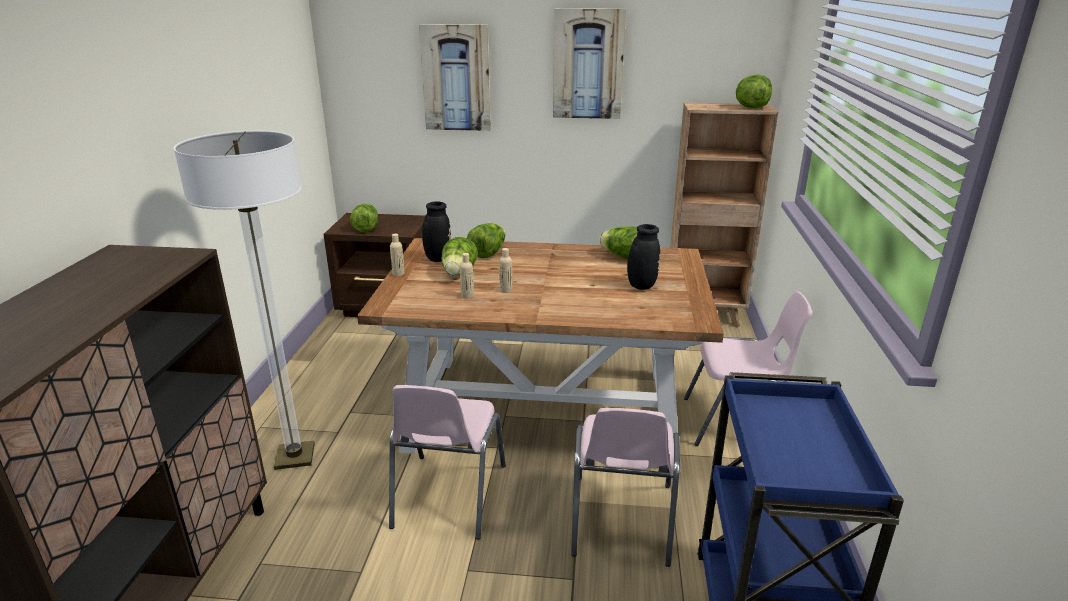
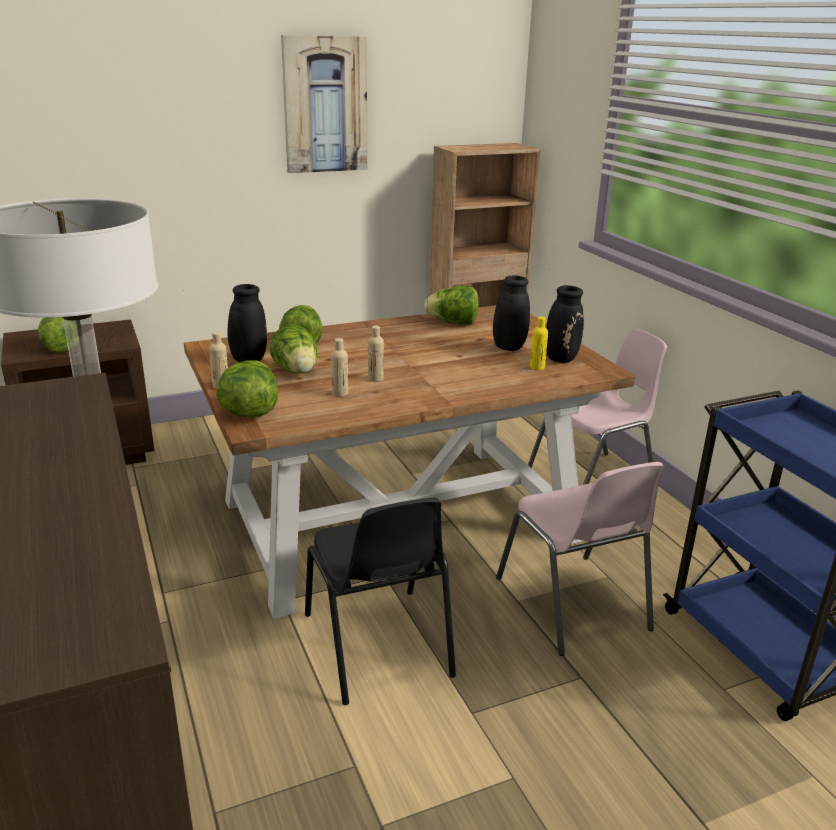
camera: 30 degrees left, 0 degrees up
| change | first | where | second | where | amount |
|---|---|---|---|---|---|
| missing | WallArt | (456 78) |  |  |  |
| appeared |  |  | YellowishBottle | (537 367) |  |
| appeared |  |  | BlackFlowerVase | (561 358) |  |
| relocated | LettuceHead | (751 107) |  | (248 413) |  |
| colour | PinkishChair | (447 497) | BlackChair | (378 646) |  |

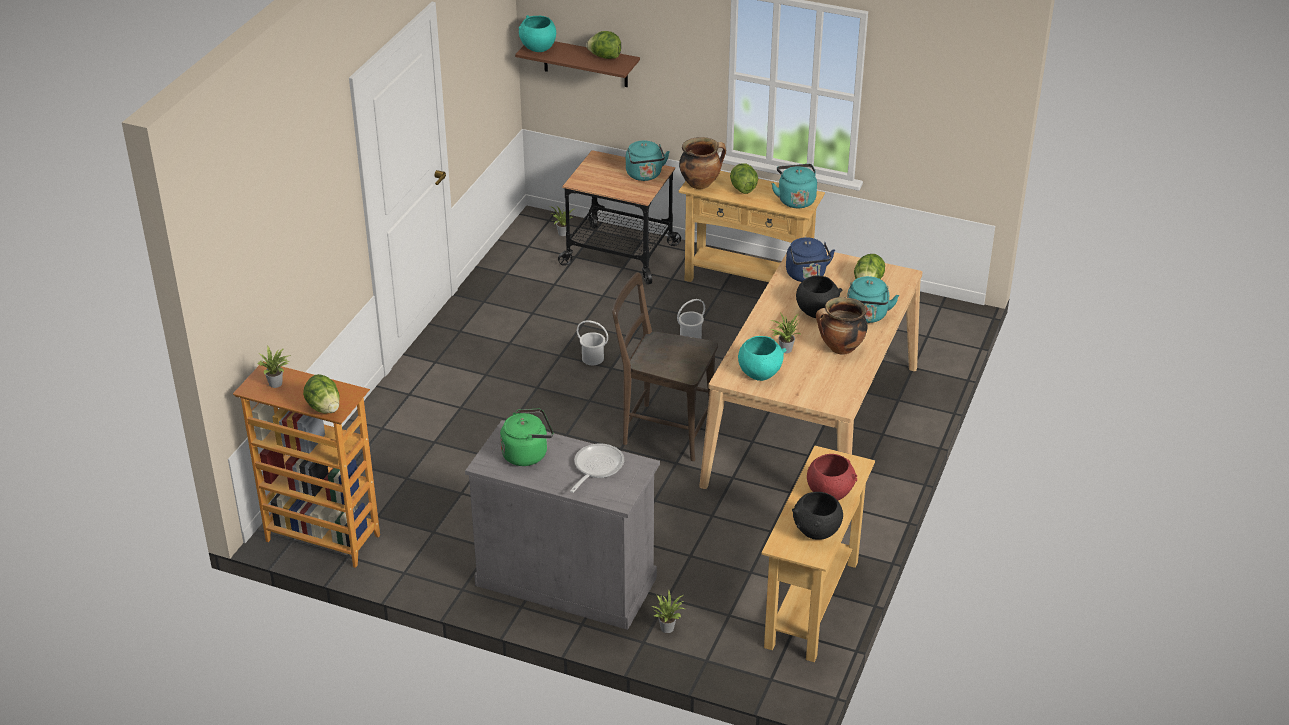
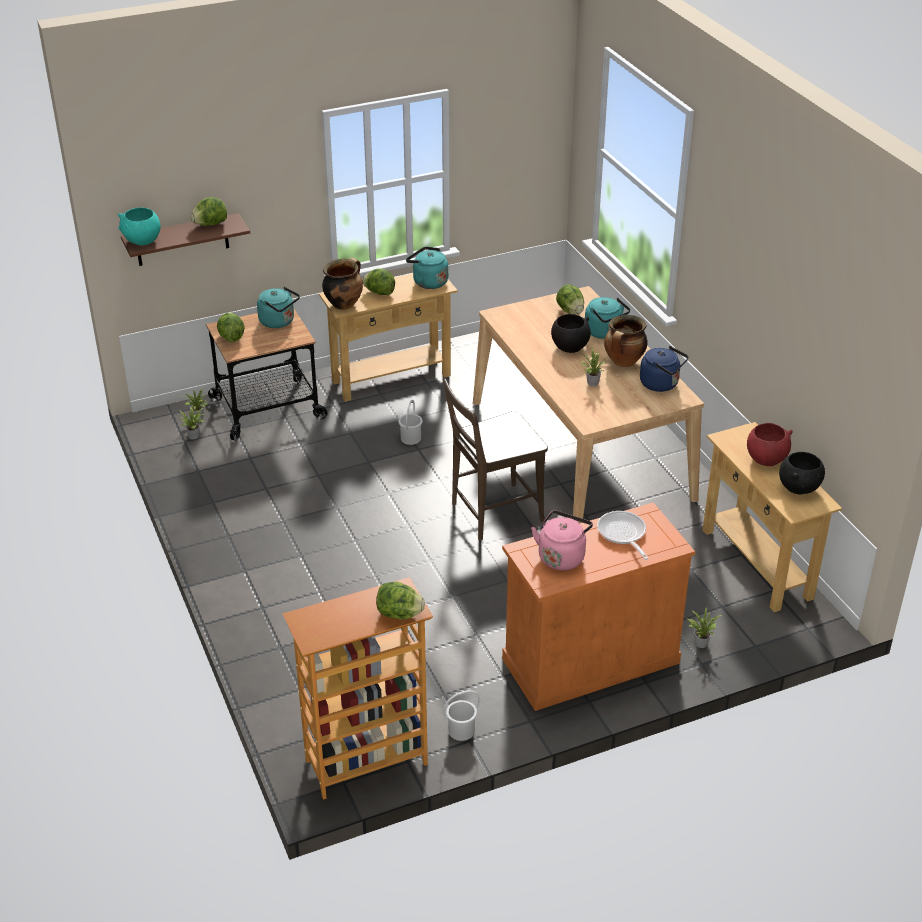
camera: 45 degrees left, 0 degrees up
| change | first | where | second | where | amount |
|---|---|---|---|---|---|
| missing | TurquoiseColouredServingBowl | (759 373) |  |  |  |
| appeared |  |  | LettuceHead | (231 337) |  |
| relocated | Houseplant | (277 384) |  | (195 436) |  |
| relocated | WhitishPail | (592 358) |  | (461 730) |  |
| relocated | BluishKettle | (807 276) |  | (661 384) |  |
| colour | GrayCupboard | (566 581) | OrangeyCupboard | (590 660) |  |
| colour | GreenishKettle | (527 453) | PinkishKettle | (562 556) |  |

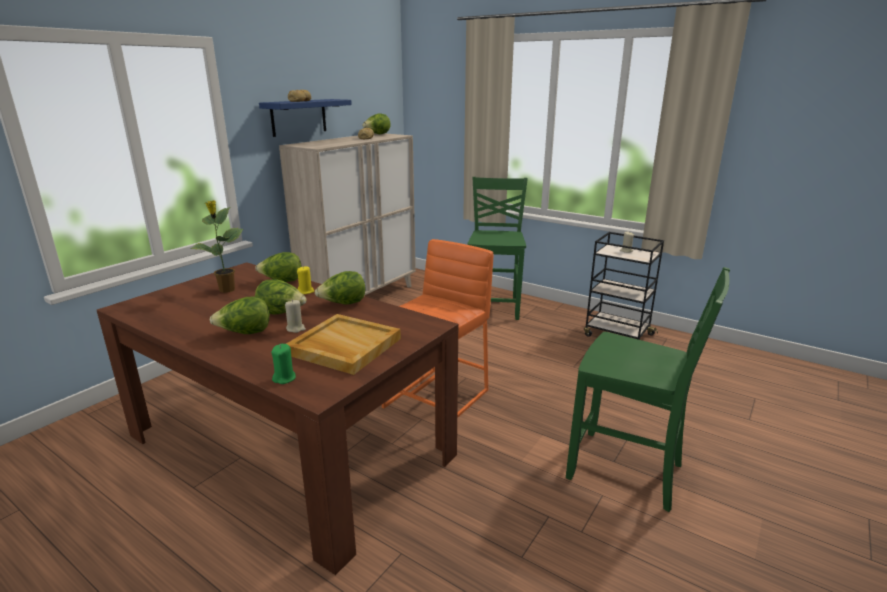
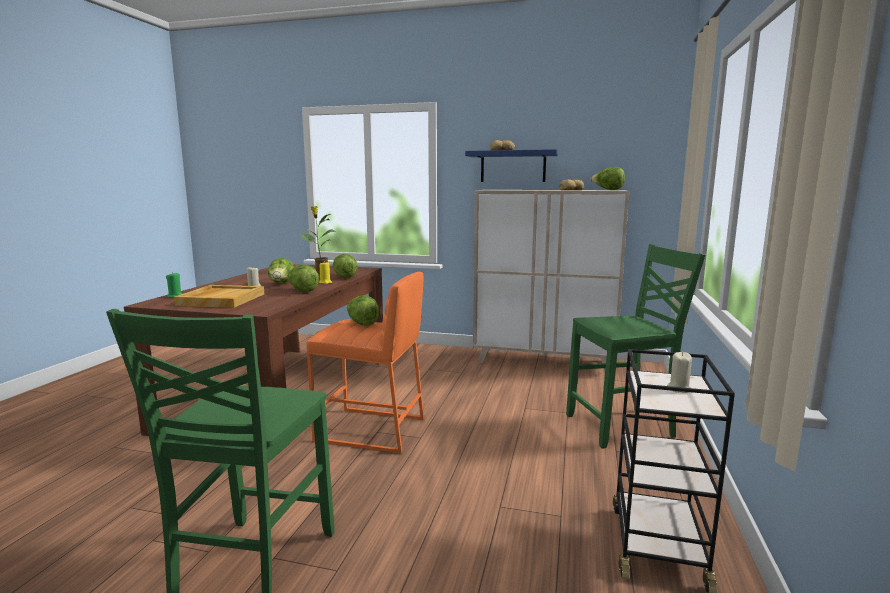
camera: 70 degrees right, 10 degrees down
| change | first | where | second | where | amount |
|---|---|---|---|---|---|
| relocated | LettuceHead | (245 333) |  | (362 324) |  |

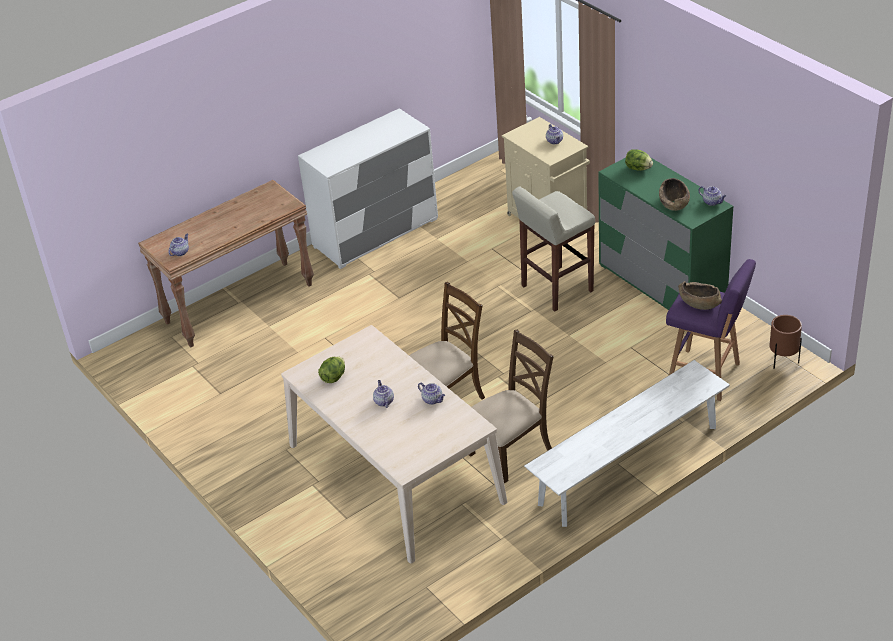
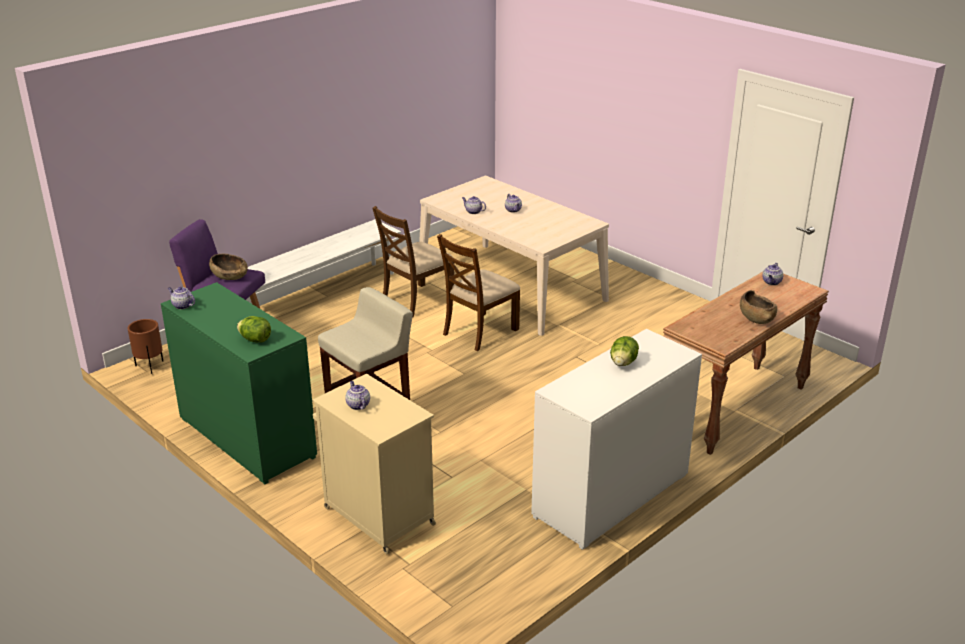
camera: 170 degrees right, 10 degrees down
| change | first | where | second | where | amount |
|---|---|---|---|---|---|
| relocated | LettuceHead | (333 377) |  | (623 363) |  |
| relocated | BrownishServingBowl | (674 203) |  | (756 317) |  |

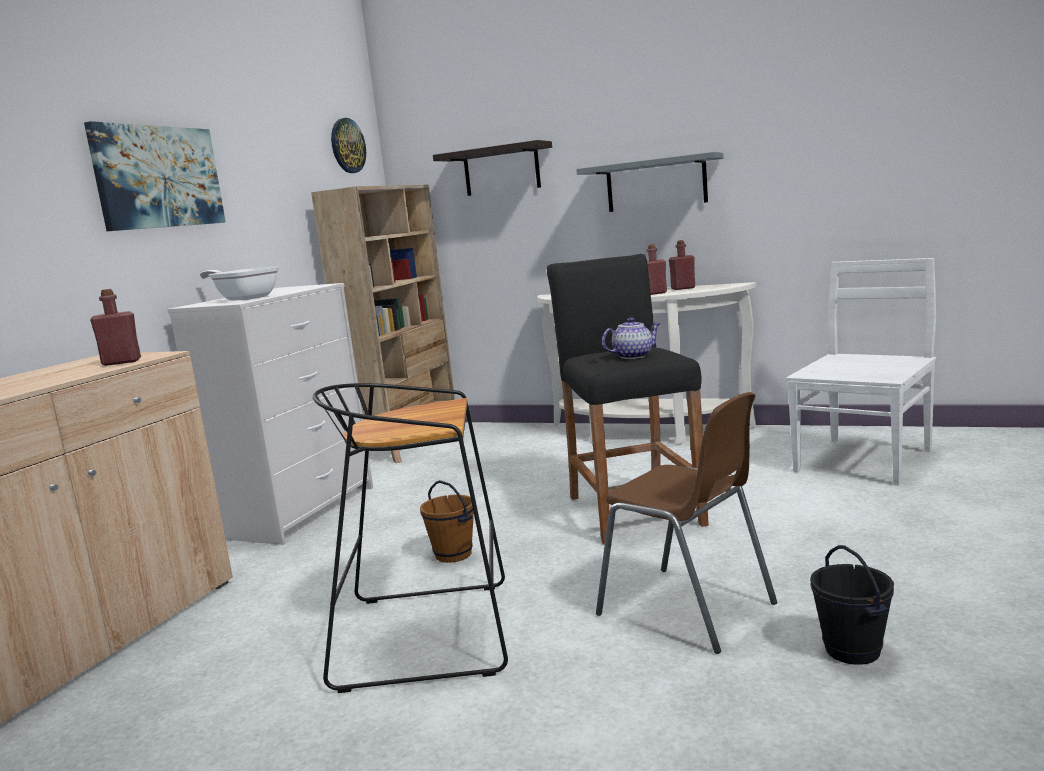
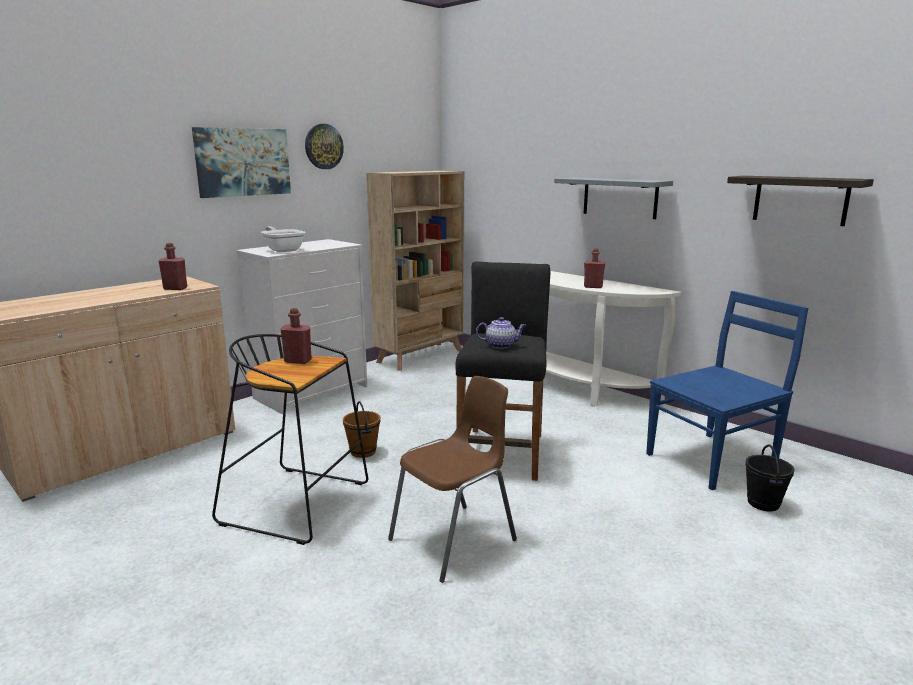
camera: 20 degrees right, 5 degrees up
| change | first | where | second | where | amount |
|---|---|---|---|---|---|
| relocated | HangingClock | (347 146) |  | (323 146) |  |
| relocated | Shelf | (501 170) |  | (800 200) |  |
| relocated | RedBottle | (683 288) |  | (297 361) |  |
| relocated | BlackPail | (853 651) |  | (764 503) |  |
| colour | WhitishChair | (865 459) | BluishChair | (713 459) |  |
| spun | BrownishChair | (688 609) |  | (455 540) | 105 degrees counterclockwise |

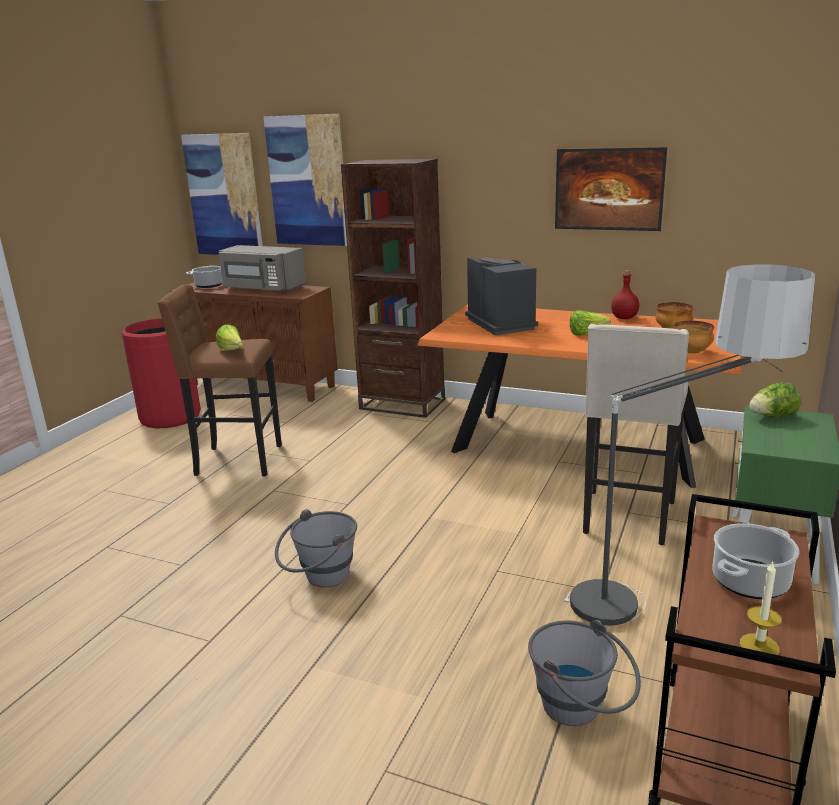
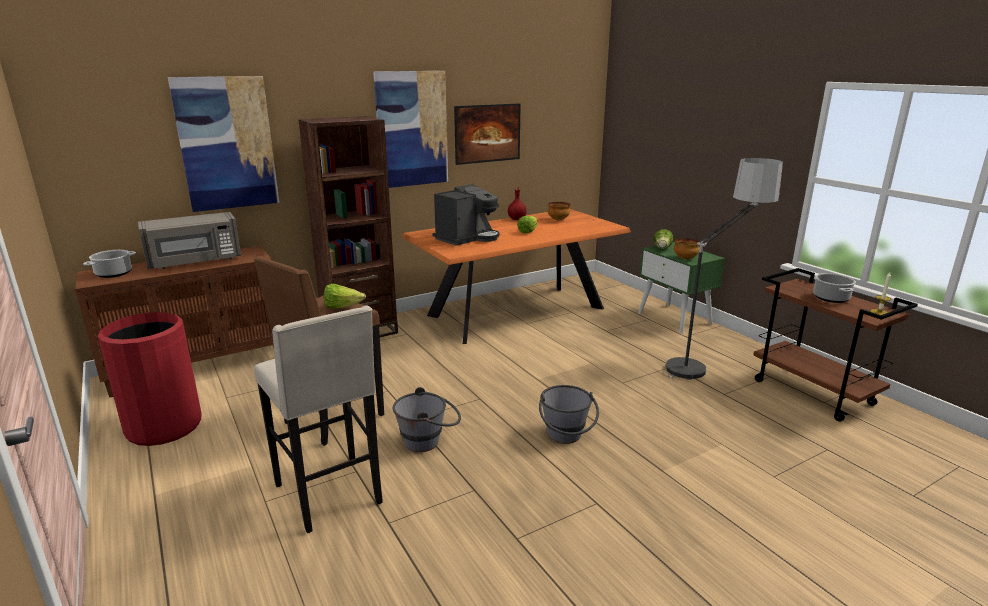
camera: 55 degrees left, 0 degrees up
| change | first | where | second | where | amount |
|---|---|---|---|---|---|
| relocated | WallArt | (224 195) |  | (412 129) |  |
| relocated | GrayPail | (581 711) |  | (429 441) |  |
| relocated | BeigeColouredStool | (627 518) |  | (331 495) |  |
| relocated | ServingBowl | (691 352) |  | (685 259) |  |
| spun | CoffeeMachine | (502 324) |  | (467 238) | 120 degrees clockwise |

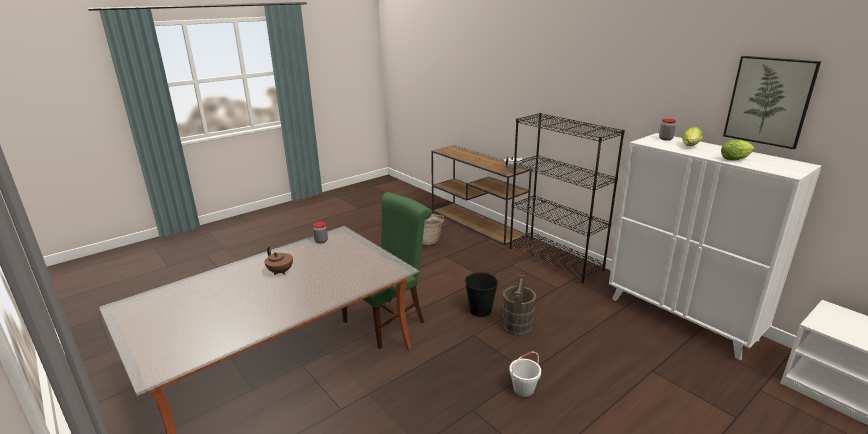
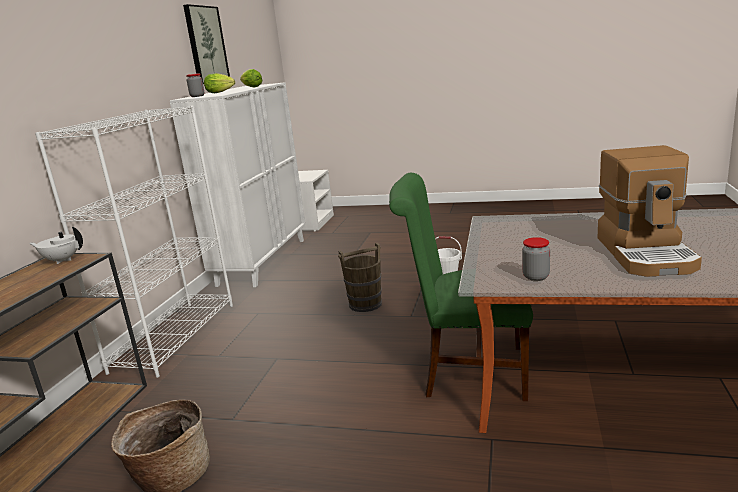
camera: 125 degrees left, 5 degrees down
| change | first | where | second | where | amount |
|---|---|---|---|---|---|
| missing | BlackPail | (480 310) |  |  |  |
| exchanged | BrownishPotForTea | (280 272) | CoffeeMachine | (647 253) |  |
| colour | BlackShelvingUnit | (555 259) | WhitishShelvingUnit | (175 336) |  |

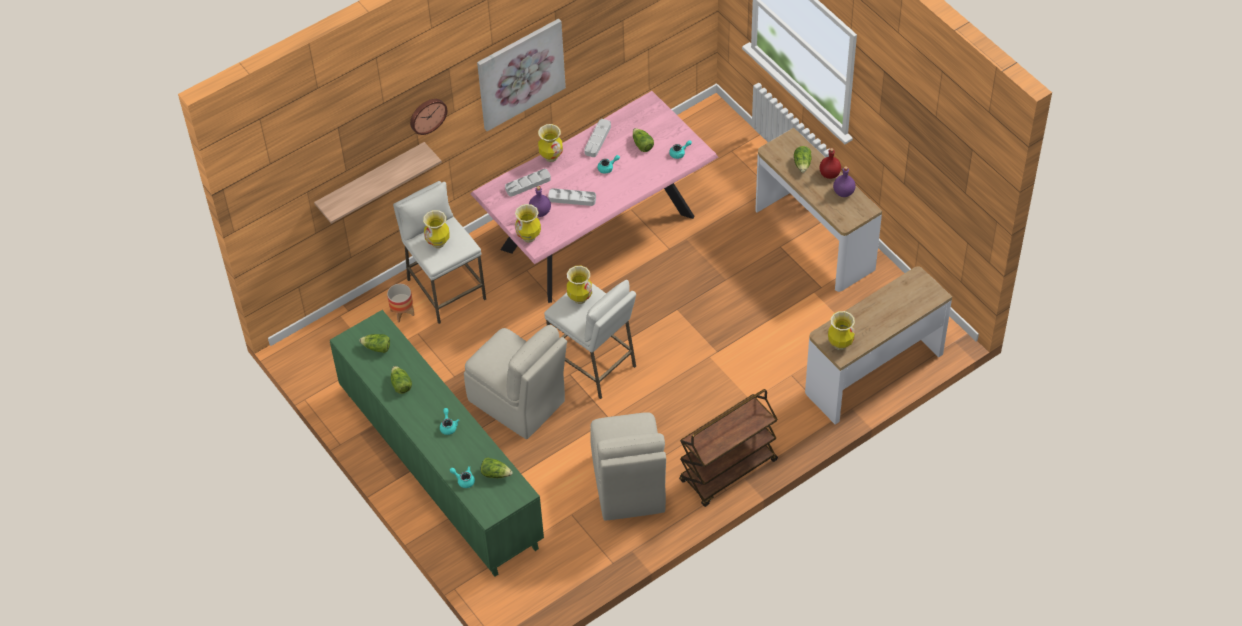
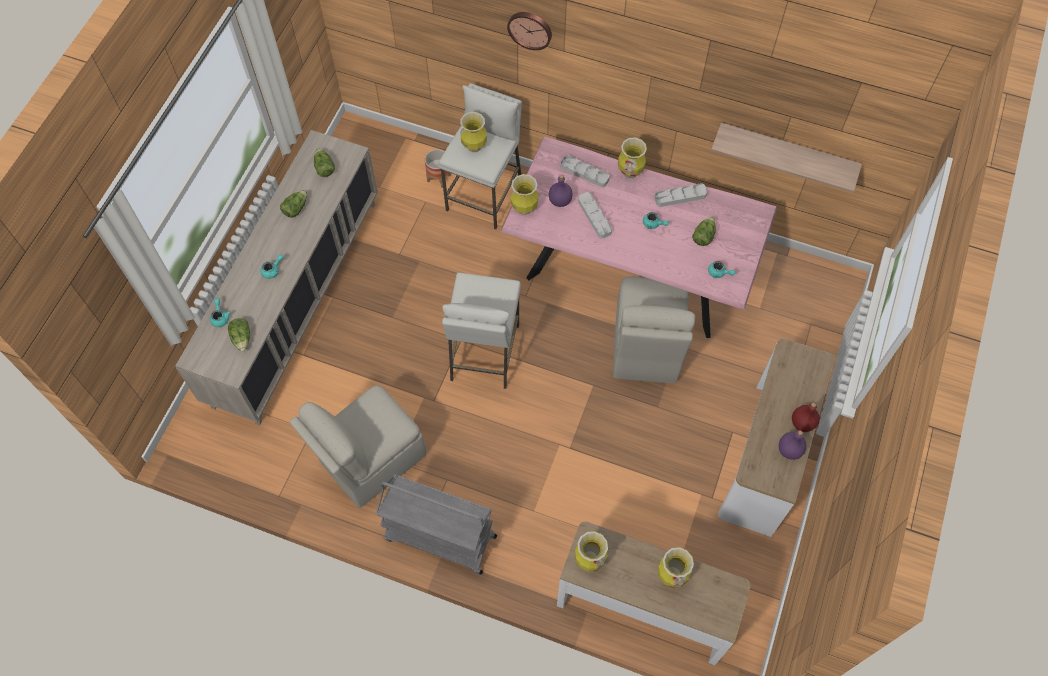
camera: 55 degrees right, 10 degrees up
| change | first | where | second | where | amount |
|---|---|---|---|---|---|
| missing | WallArt | (520 73) |  |  |  |
| missing | LettuceHead | (802 164) |  |  |  |
| relocated | Shelf | (371 181) |  | (787 153) |  |
| relocated | BeigeColouredChair | (518 402) |  | (646 347) |  |
| relocated | FlowerVase | (579 298) |  | (672 575) |  |
| colour | GreenishCupboard | (440 470) | BeigeColouredCupboard | (296 301) |  |
| colour | BrownishCart | (728 471) | GrayCart | (439 538) |  |

